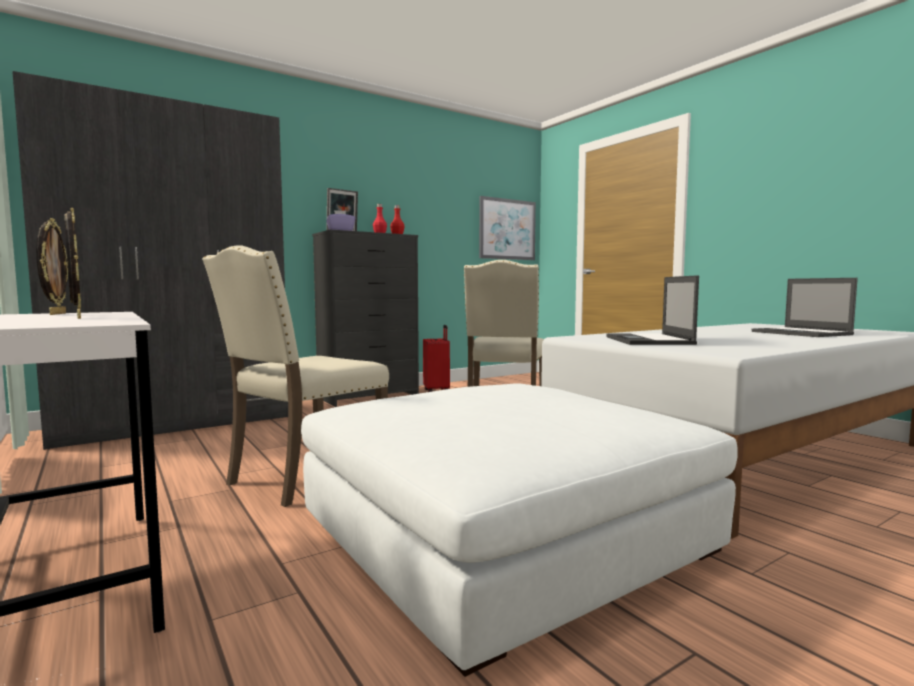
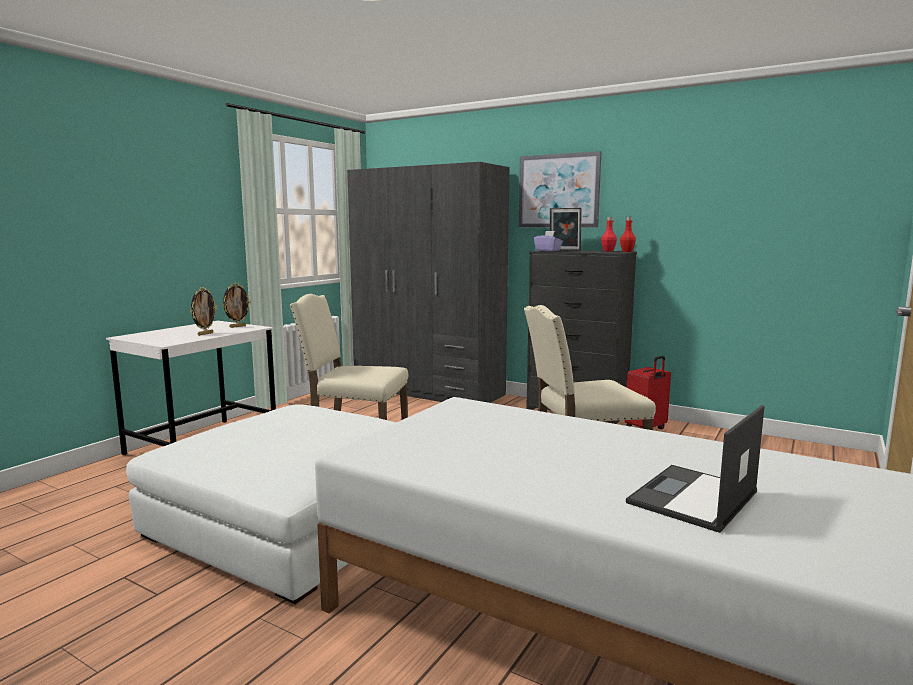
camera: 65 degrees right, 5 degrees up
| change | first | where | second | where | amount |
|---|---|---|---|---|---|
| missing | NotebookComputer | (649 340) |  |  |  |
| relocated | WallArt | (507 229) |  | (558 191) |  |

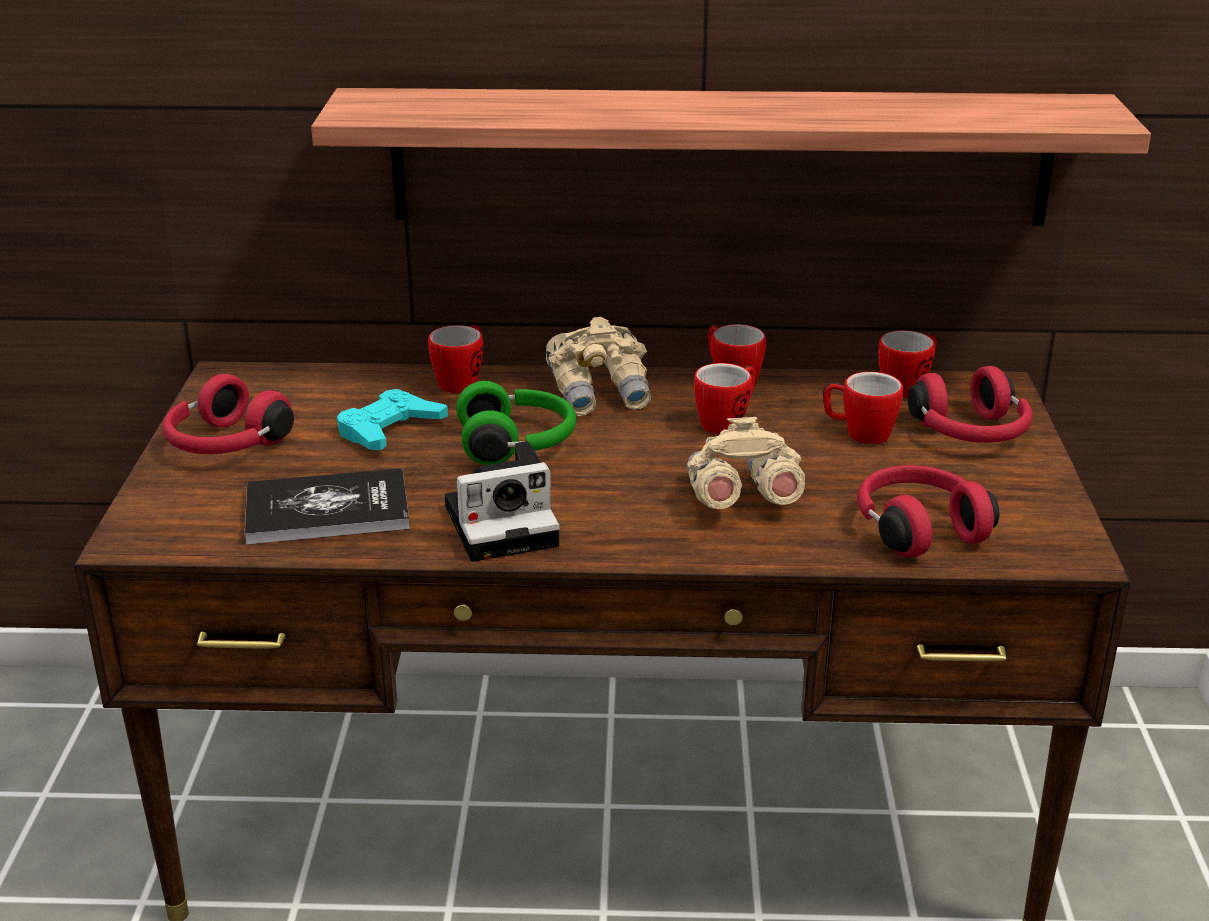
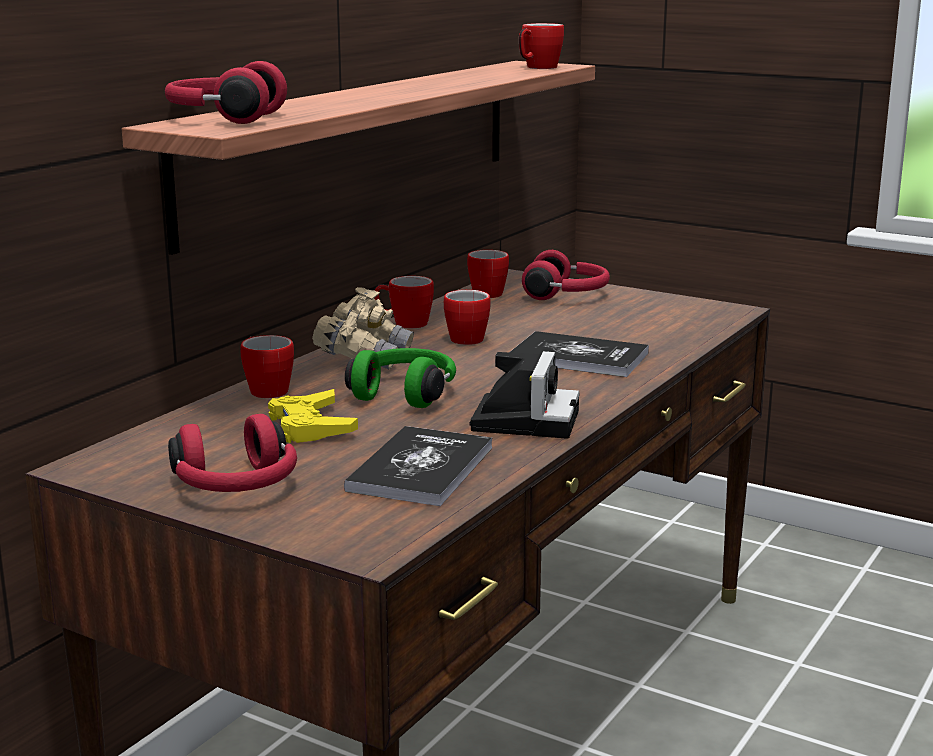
camera: 60 degrees left, 10 degrees down
| change | first | where | second | where | amount |
|---|---|---|---|---|---|
| relocated | CoffeeMug | (859 434) |  | (537 68) |  |
| relocated | RedHeadset | (917 528) |  | (224 118) |  |
| exchanged | BeigeColouredFieldGlasses | (739 501) | Volume | (579 357) |  |
| colour | TurquoiseColouredGamepad | (389 429) | YellowishGamepad | (311 426) |  |

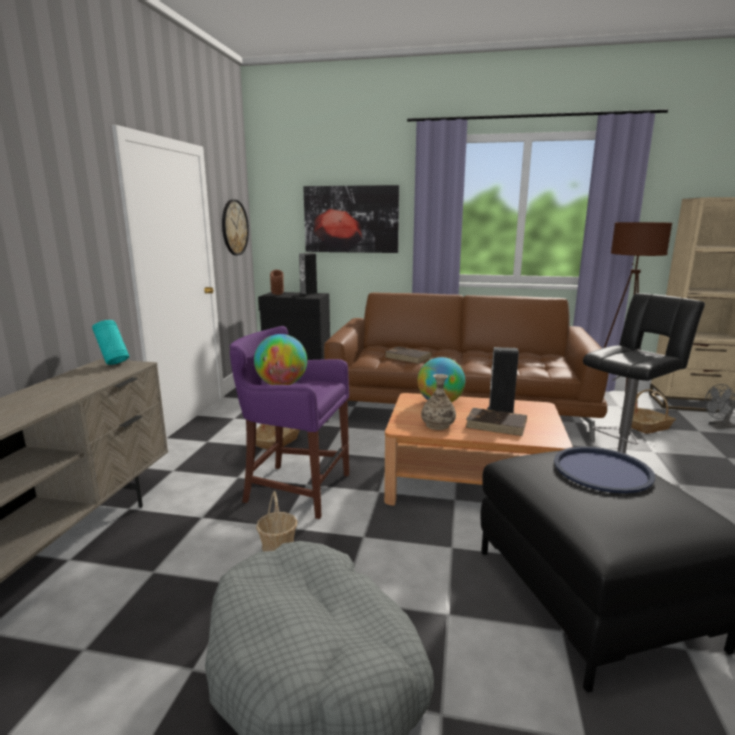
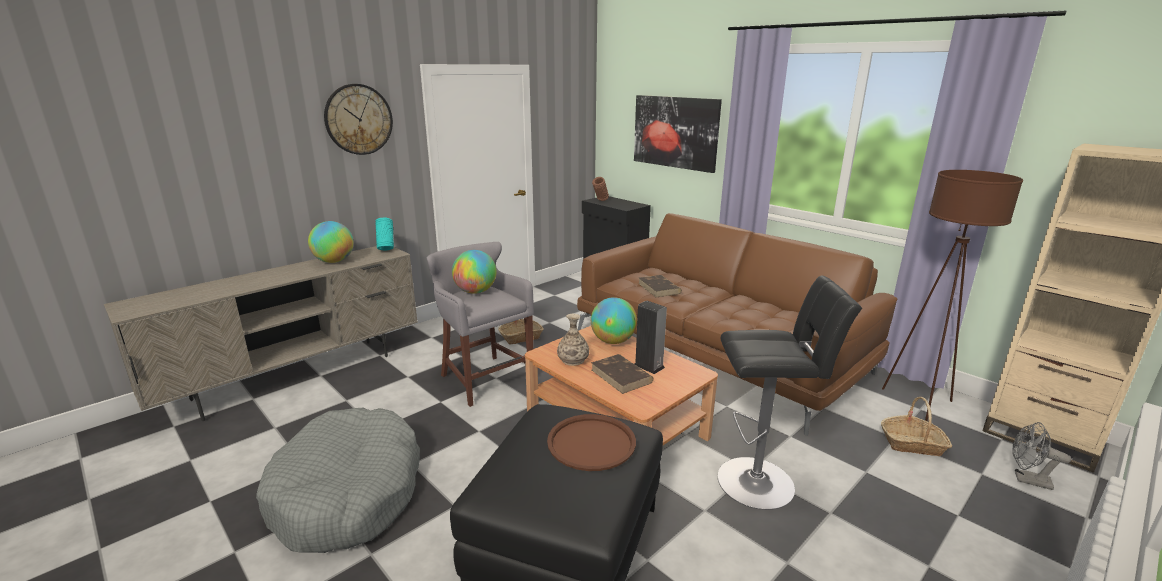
camera: 35 degrees right, 5 degrees up
| change | first | where | second | where | amount |
|---|---|---|---|---|---|
| missing | HouseholdBasket | (278 545) |  |  |  |
| missing | Loudspeaker | (308 294) |  |  |  |
| appeared |  |  | Globe | (334 261) |  |
| relocated | HangingClock | (234 227) |  | (358 119) |  |
| colour | PurplishStool | (294 488) | GrayStool | (484 378) |  |
| colour | BluishTray | (602 470) | BrownishTray | (591 443) |  |

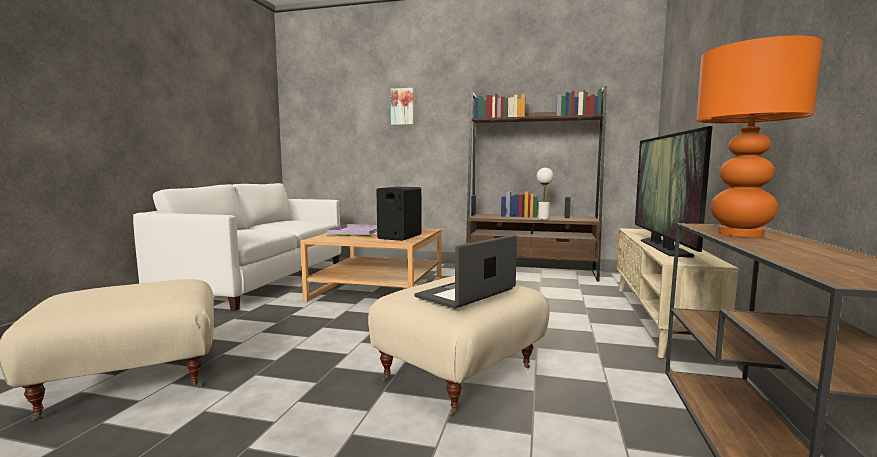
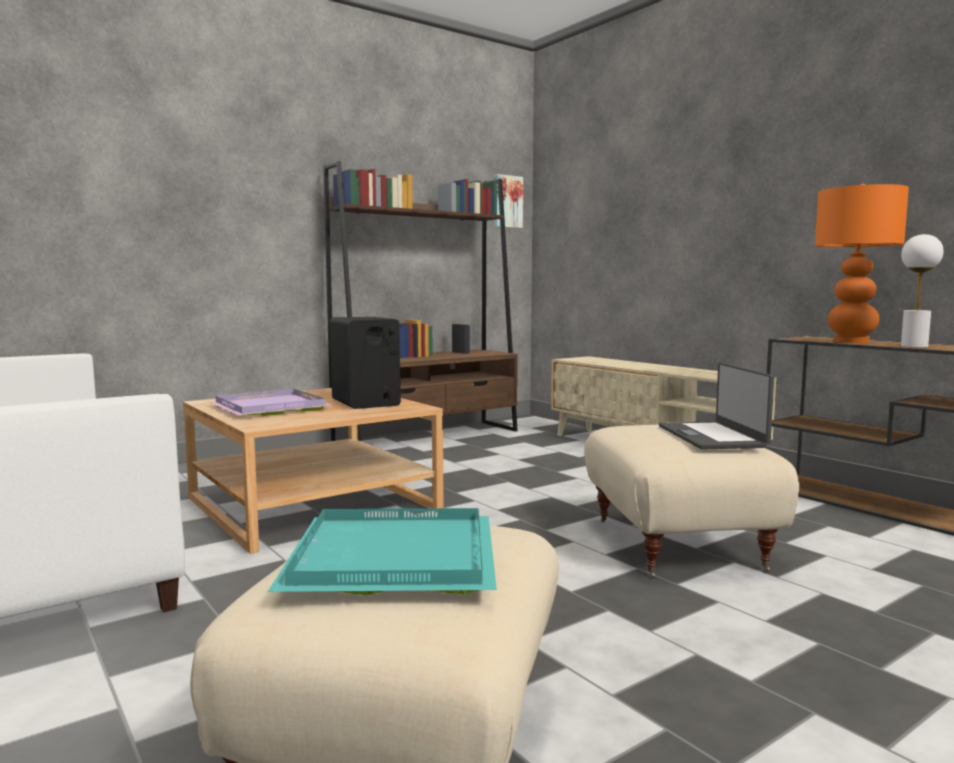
camera: 50 degrees left, 0 degrees up
| change | first | where | second | where | amount |
|---|---|---|---|---|---|
| missing | Television | (663 248) |  |  |  |
| appeared |  |  | TurquoiseColouredTray | (390 556) |  |
| relocated | WallArt | (402 106) |  | (507 202) |  |
| relocated | WhitishLampForATable | (543 218) |  | (914 346) |  |

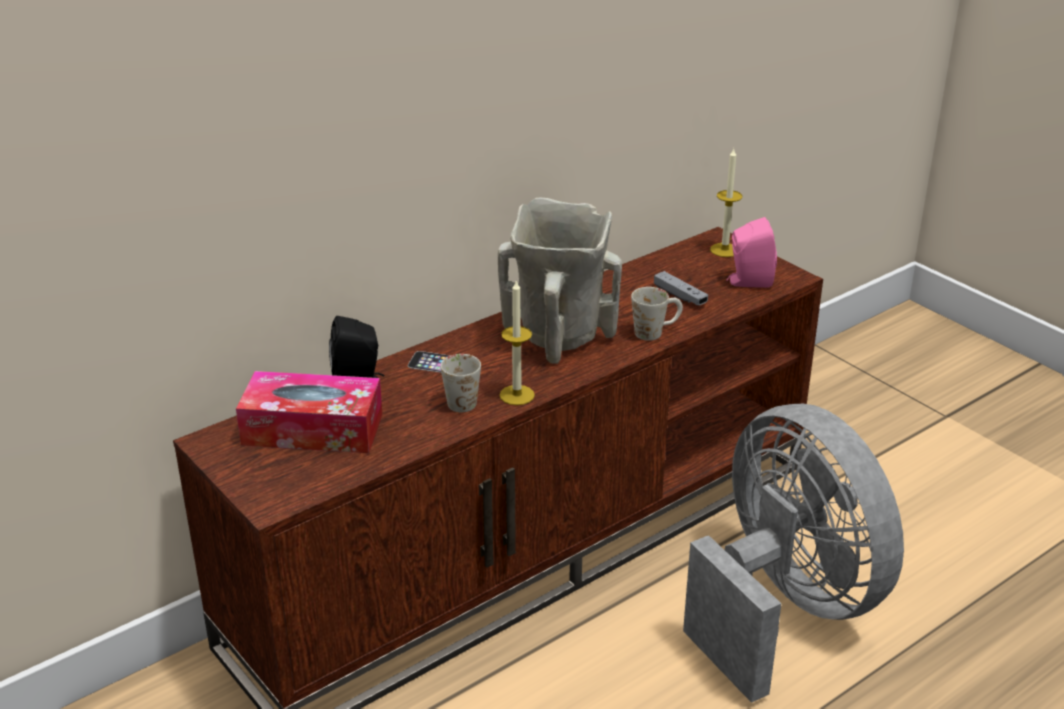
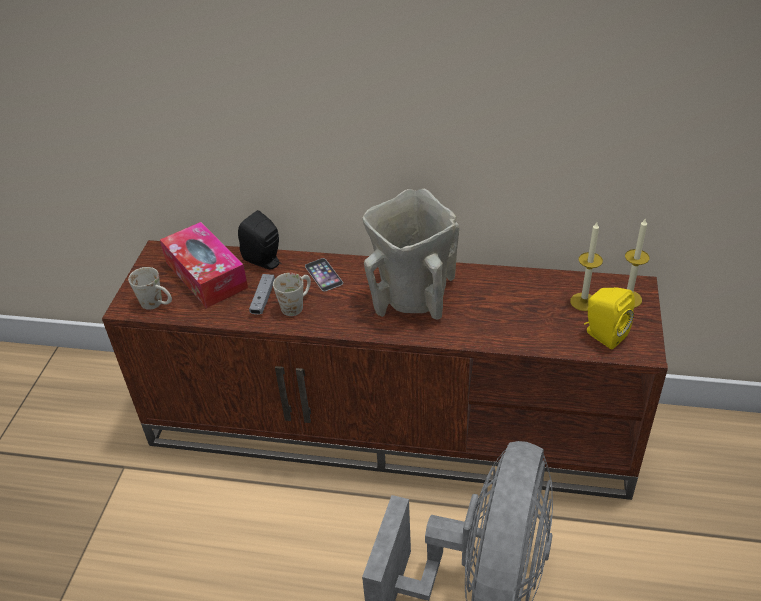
camera: 50 degrees right, 10 degrees up
| change | first | where | second | where | amount |
|---|---|---|---|---|---|
| relocated | WaxCandle | (517 395) |  | (583 302) |  |
| relocated | WhitishCoffeeMug | (656 332) |  | (157 304) |  |
| relocated | GrayGamepad | (680 296) |  | (263 299) |  |
| colour | PinkishLoudspeaker | (748 282) | YellowishLoudspeaker | (602 335) |  |

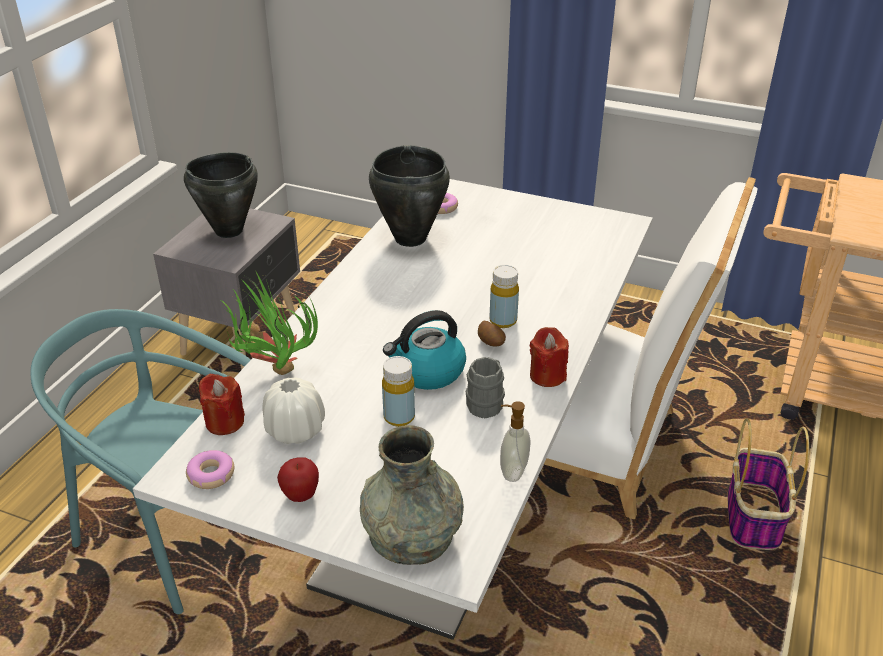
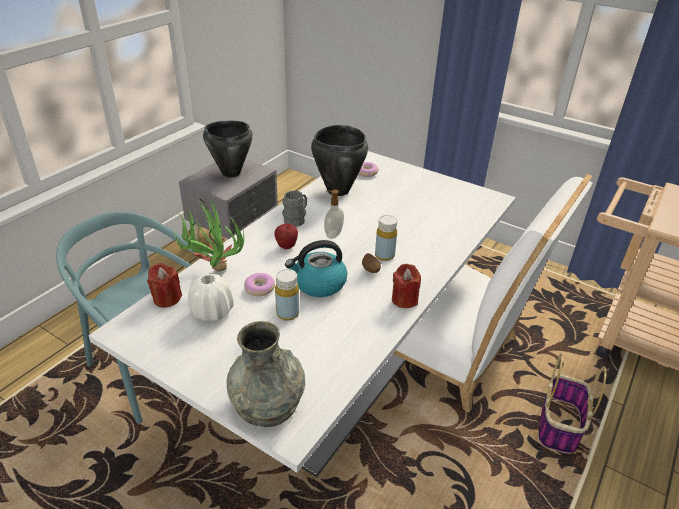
camera: 10 degrees right, 0 degrees up
| change | first | where | second | where | amount |
|---|---|---|---|---|---|
| relocated | Donut | (211 475) |  | (259 288) |  |
| relocated | Apple | (300 496) |  | (286 246) |  |
| relocated | GrayCoffeeMug | (487 402) |  | (296 219) |  |
| relocated | SoapDispenser | (512 471) |  | (333 234) |  |

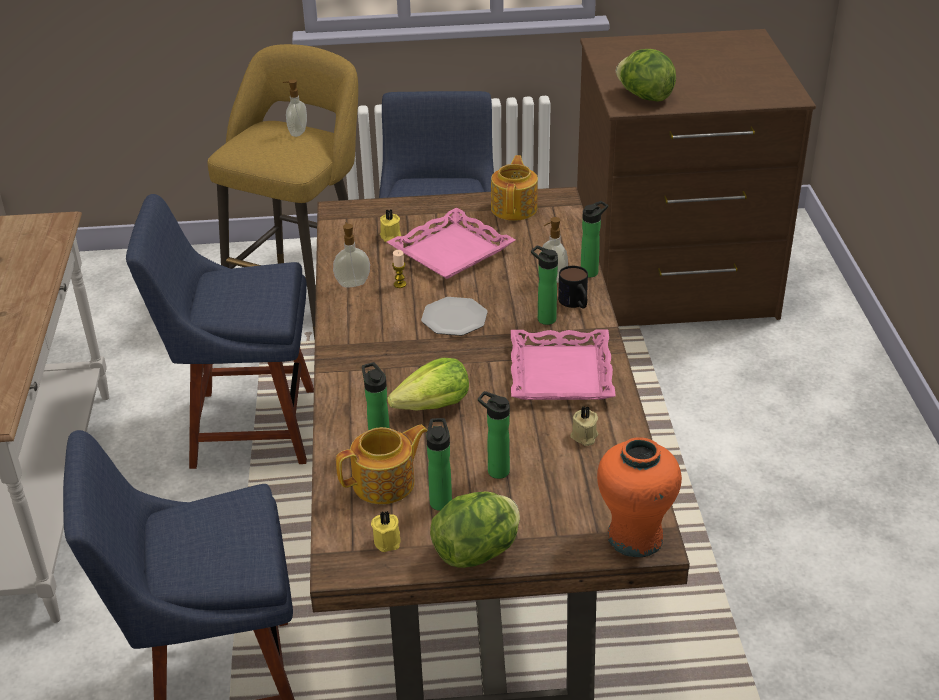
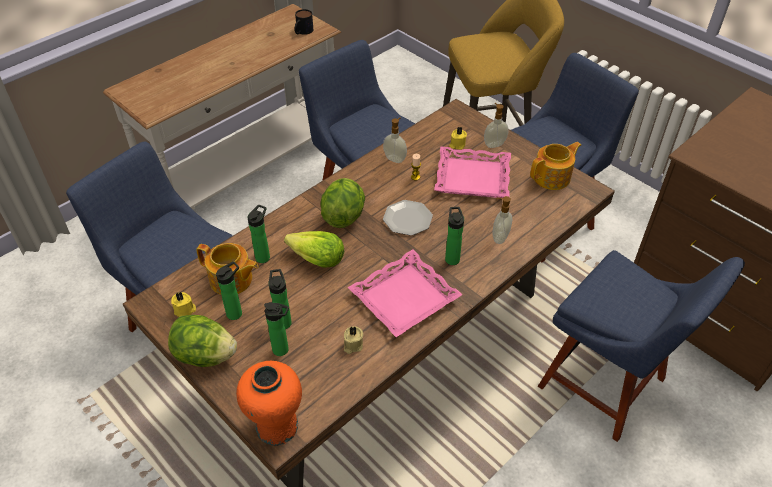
camera: 50 degrees right, 10 degrees up
| change | first | where | second | where | amount |
|---|---|---|---|---|---|
| appeared |  |  | BluishChair | (607 386) |  |
| relocated | SoapDispenser | (297 132) |  | (494 144) |  |
| relocated | CoffeeMug | (575 303) |  | (302 32) |  |
| relocated | Bottle | (591 271) |  | (283 350) |  |
| relocated | LettuceHead | (644 96) |  | (343 215) |  |

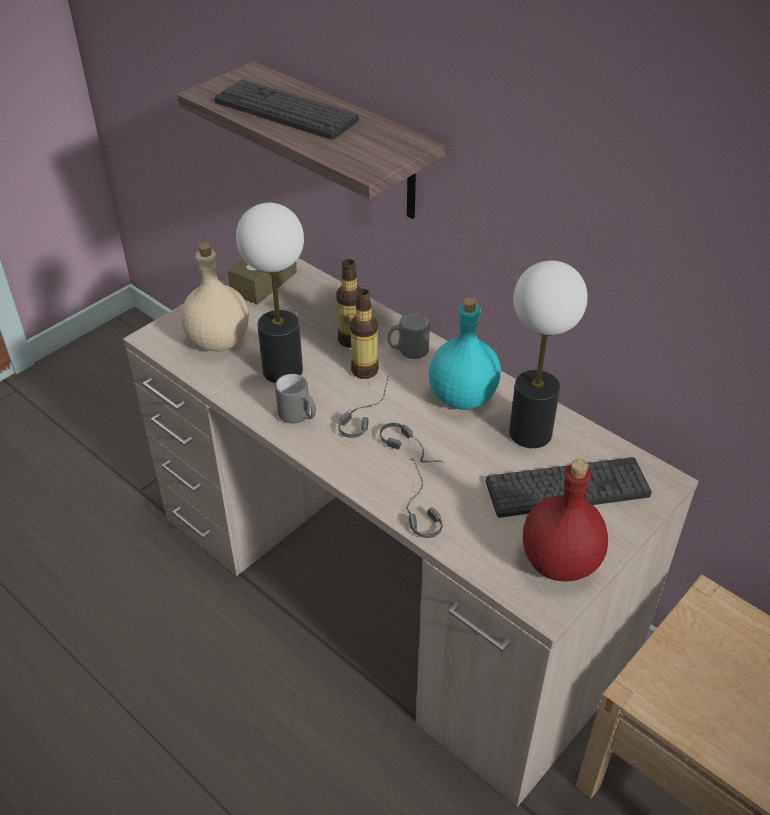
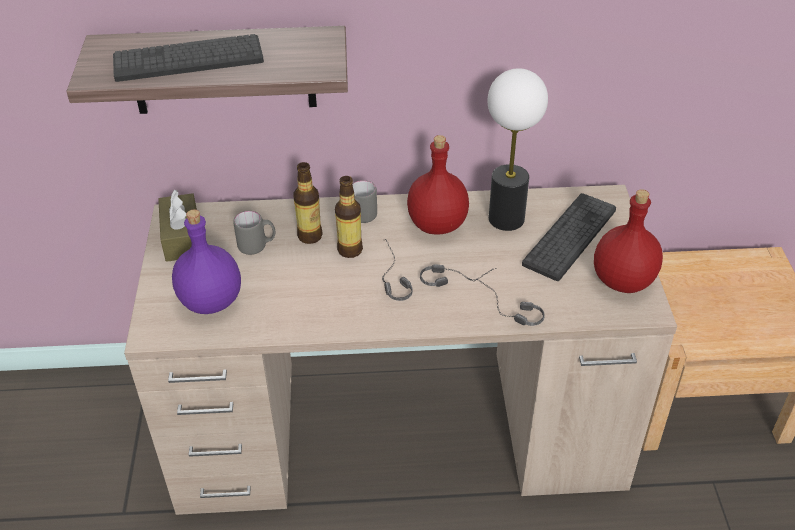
camera: 45 degrees left, 0 degrees up
| change | first | where | second | where | amount |
|---|---|---|---|---|---|
| missing | LampForATable | (283 370) |  |  |  |
| relocated | GrayCoffeeMug | (298 417) |  | (257 246) |  |
| colour | BeigeColouredBottle | (219 340) | PurplishBottle | (211 300) |  |
| colour | TurquoiseColouredBottle | (461 398) | RedBottle | (437 225) |  |

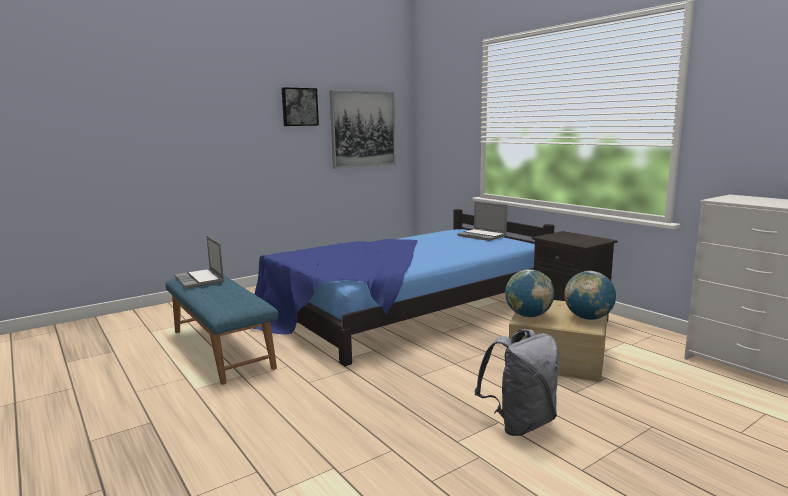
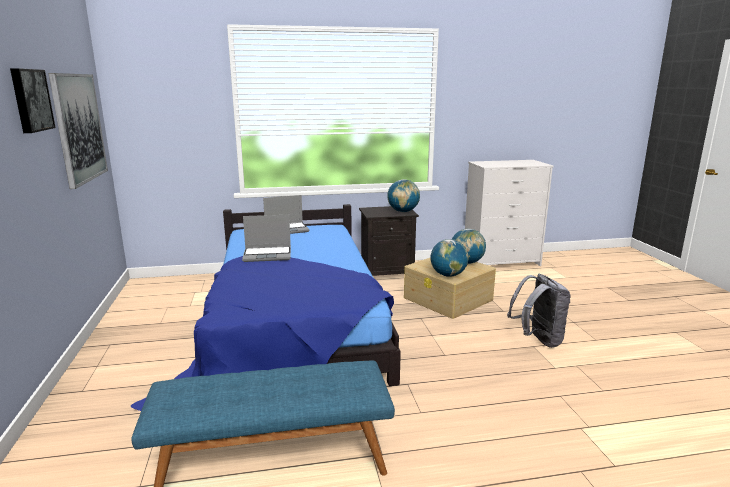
camera: 65 degrees left, 5 degrees up
| change | first | where | second | where | amount |
|---|---|---|---|---|---|
| appeared |  |  | Globe | (403 211) |  |
| relocated | NotebookComputer | (200 280) |  | (268 255) |  |

